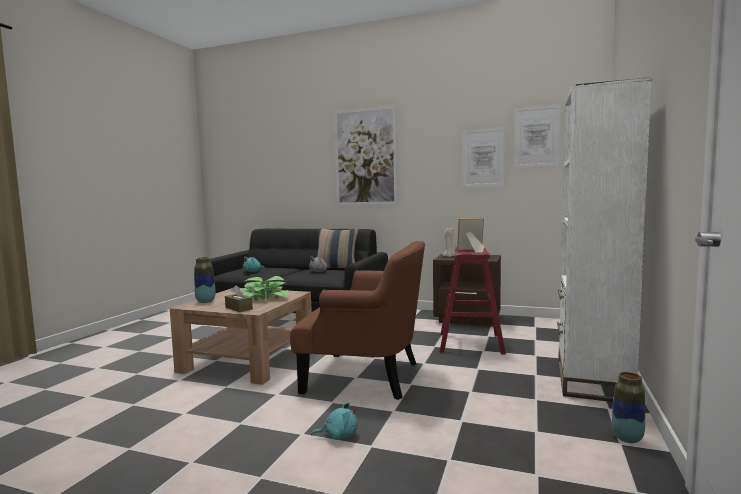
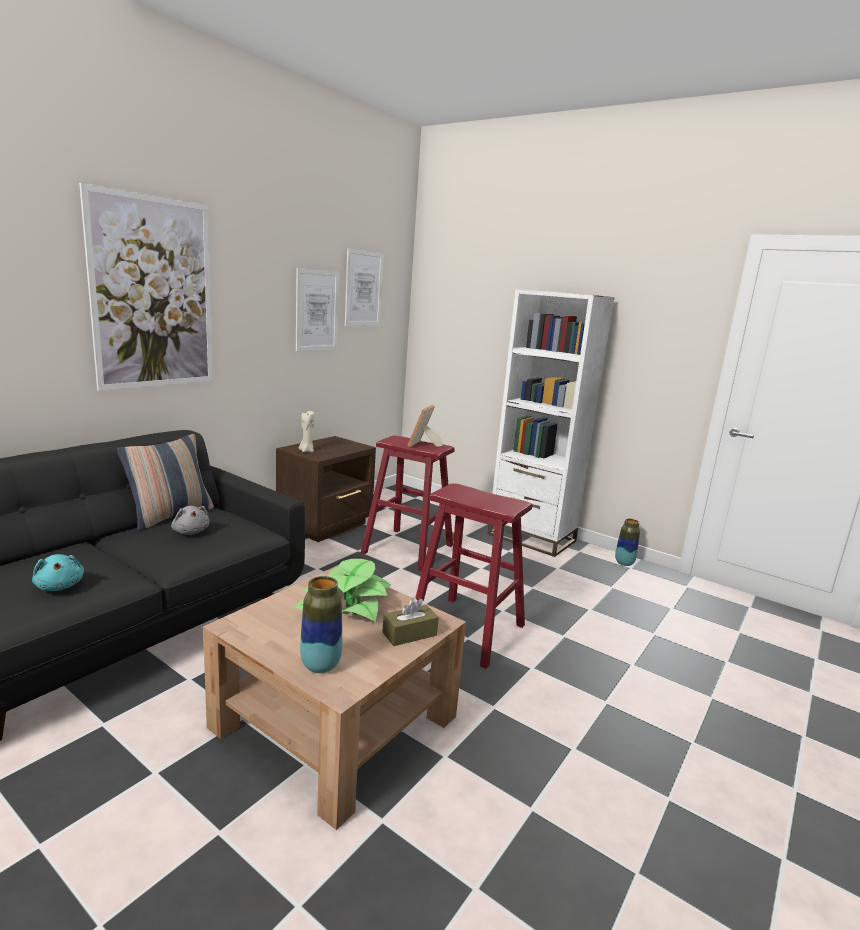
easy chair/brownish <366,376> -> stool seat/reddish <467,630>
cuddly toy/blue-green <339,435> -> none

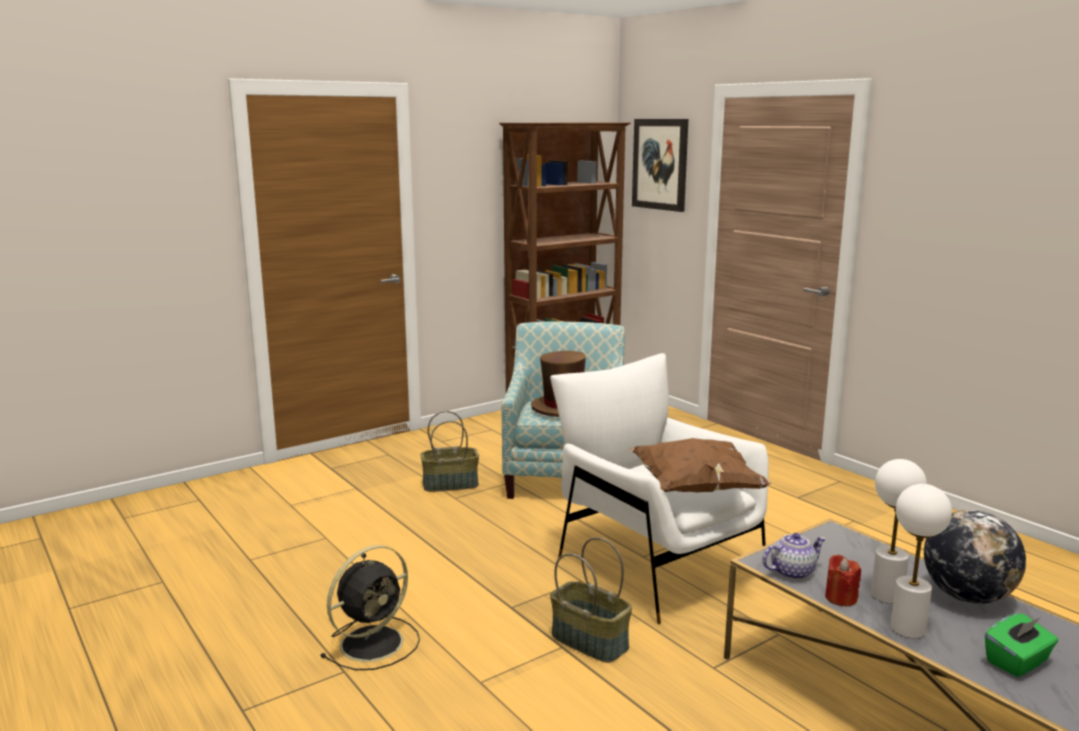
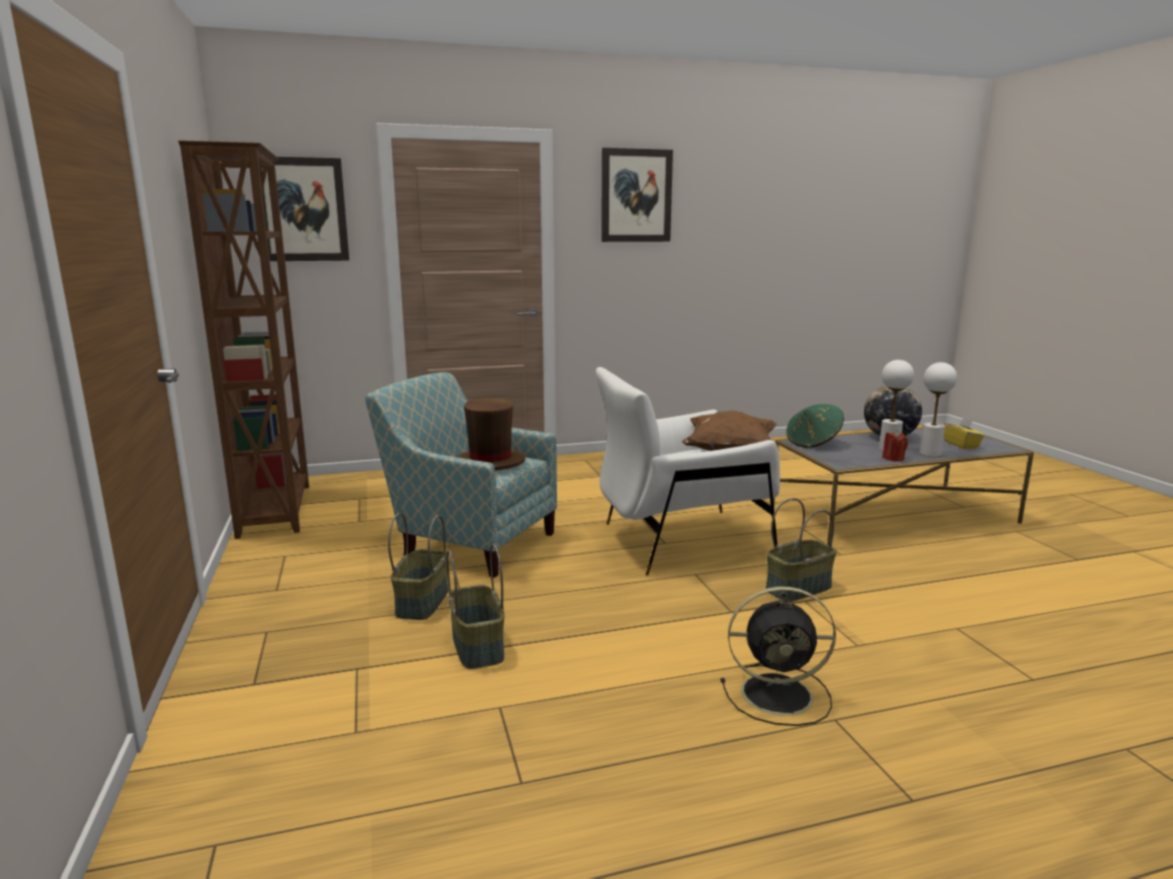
pot for tea <792,572> -> none
fan/black <374,642> -> fan/black <780,694>, 120 degrees clockwise
box of tissues/green-coloured <1017,662> -> box of tissues/yellow-coloured <961,444>
none -> picture <636,196>
none -> clothing hat/green-coloured <813,442>
none -> basket <479,647>

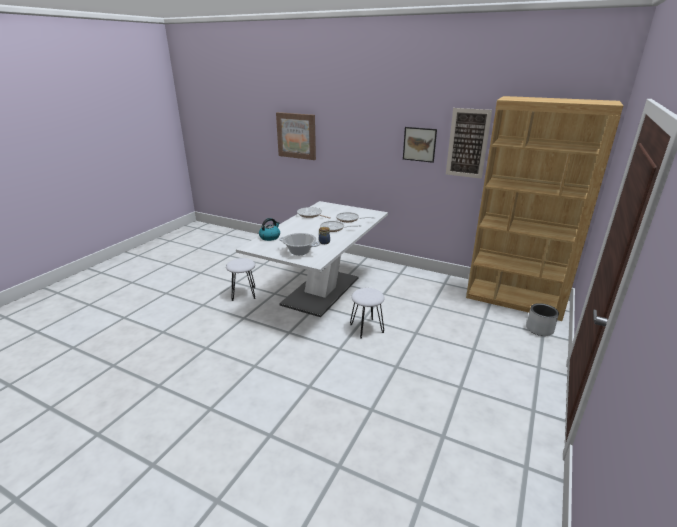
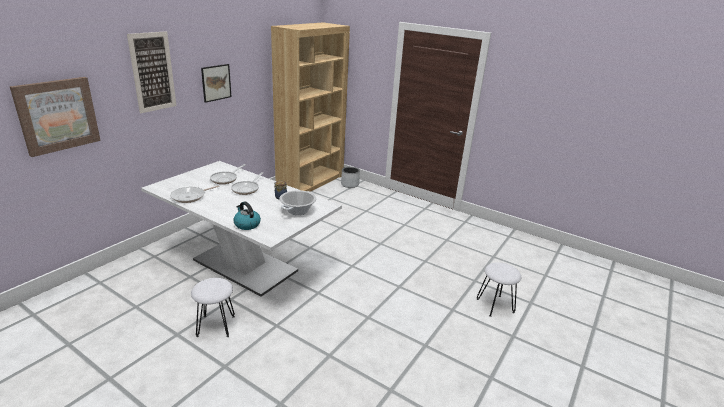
picture <467,143> -> picture <153,72>, move
stool seat/white-coloured <366,328> -> stool seat/white-coloured <495,305>, move

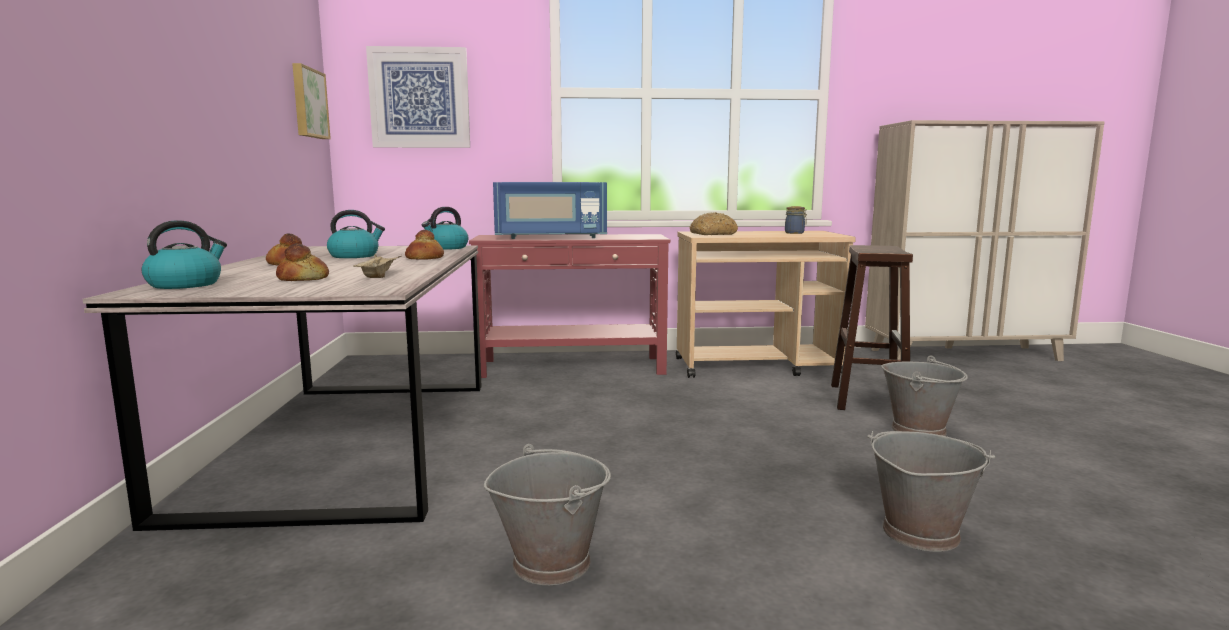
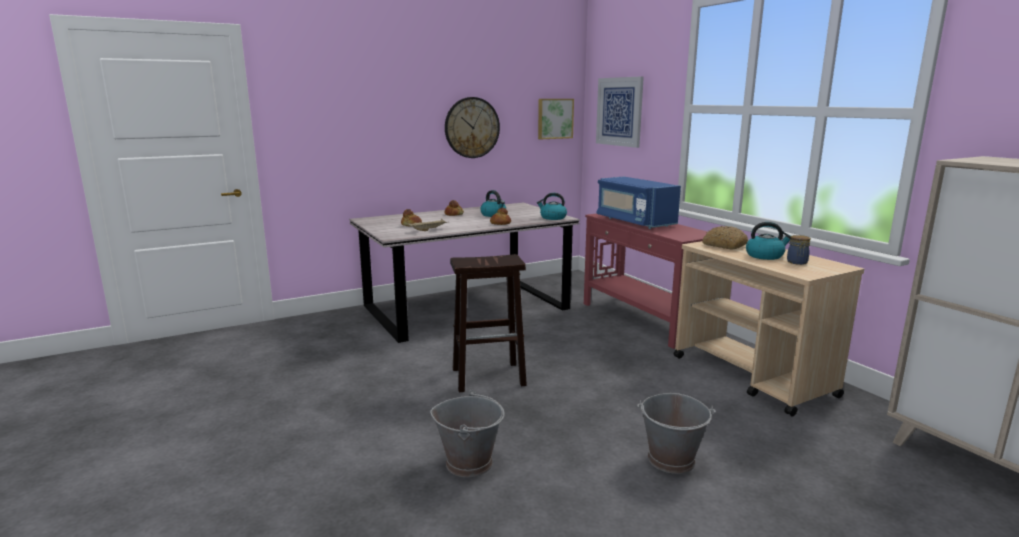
water kettle <186,284> -> water kettle <765,256>, move
stool seat/brownish <867,398> -> stool seat/brownish <489,377>, move
water bucket/greyish <552,562> -> none
none -> clock on the wall <472,127>

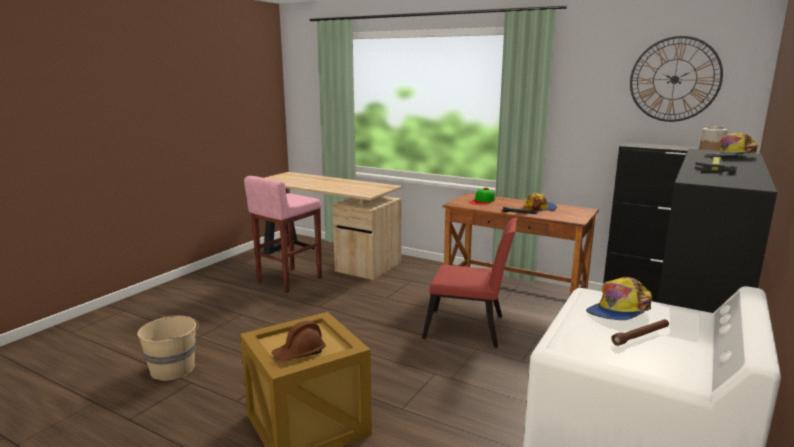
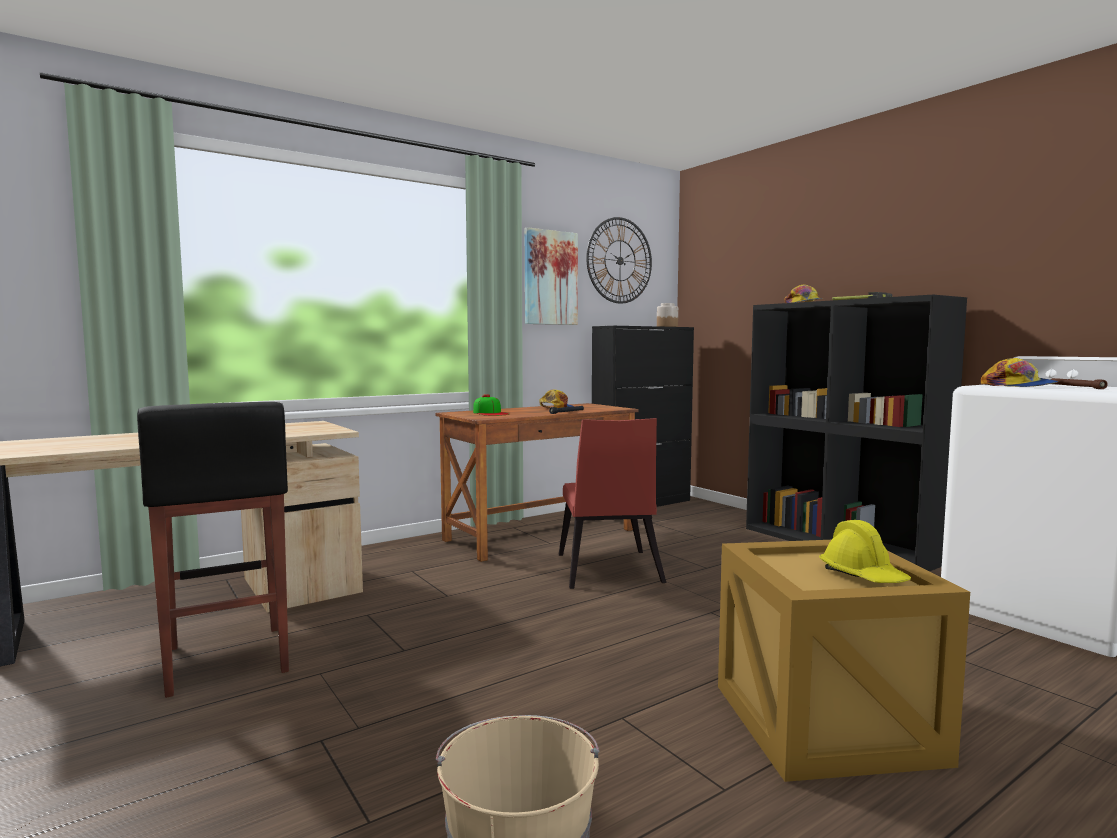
stool seat/pink <288,280> -> stool seat/black <225,660>
chair/reddish <469,329> -> chair/reddish <608,572>, 135 degrees clockwise
hard hat/brownish <299,353> -> hard hat/yellow-coloured <863,576>
none -> picture <550,278>

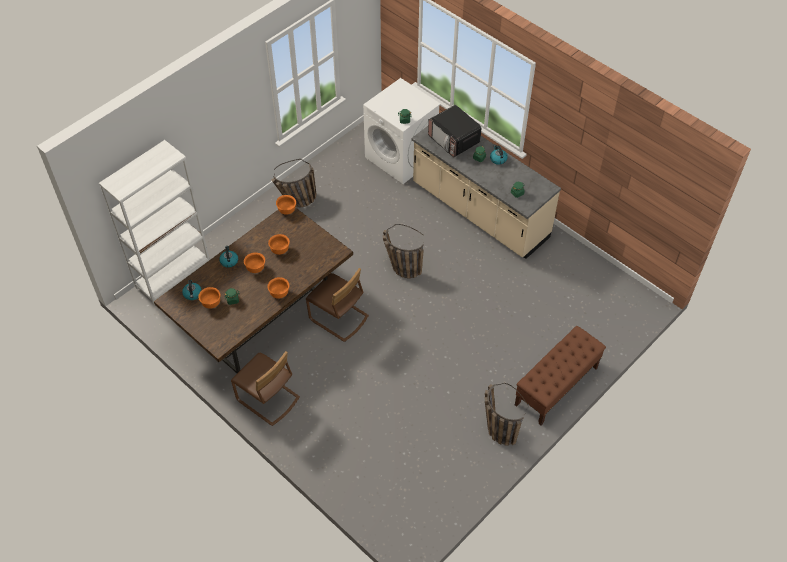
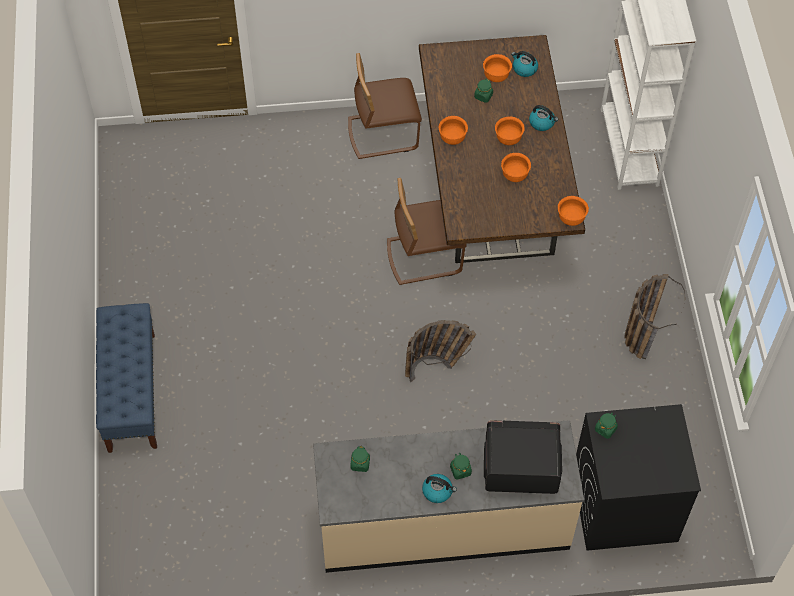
laundry machine/white-coloured <401,158> -> laundry machine/black <623,506>
indoor bench/brownish <556,386> -> indoor bench/blue <131,391>
basket <497,427> -> none

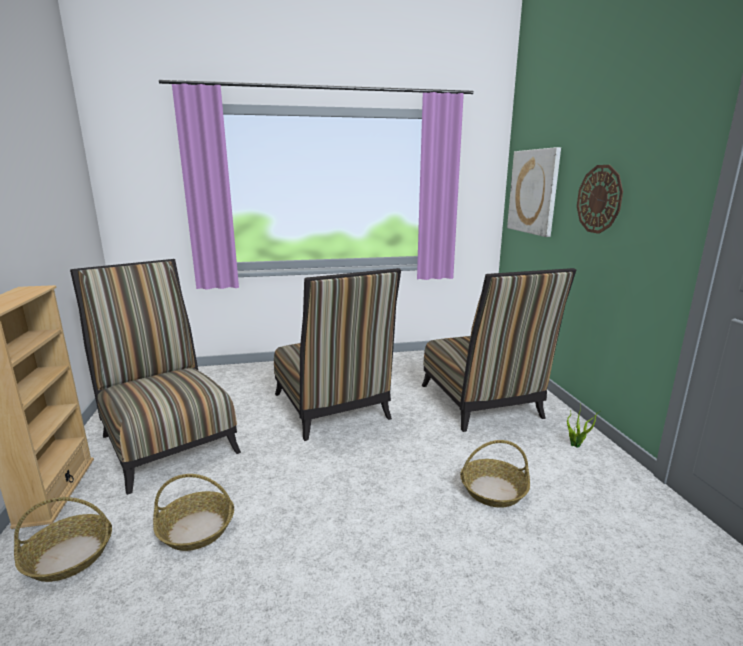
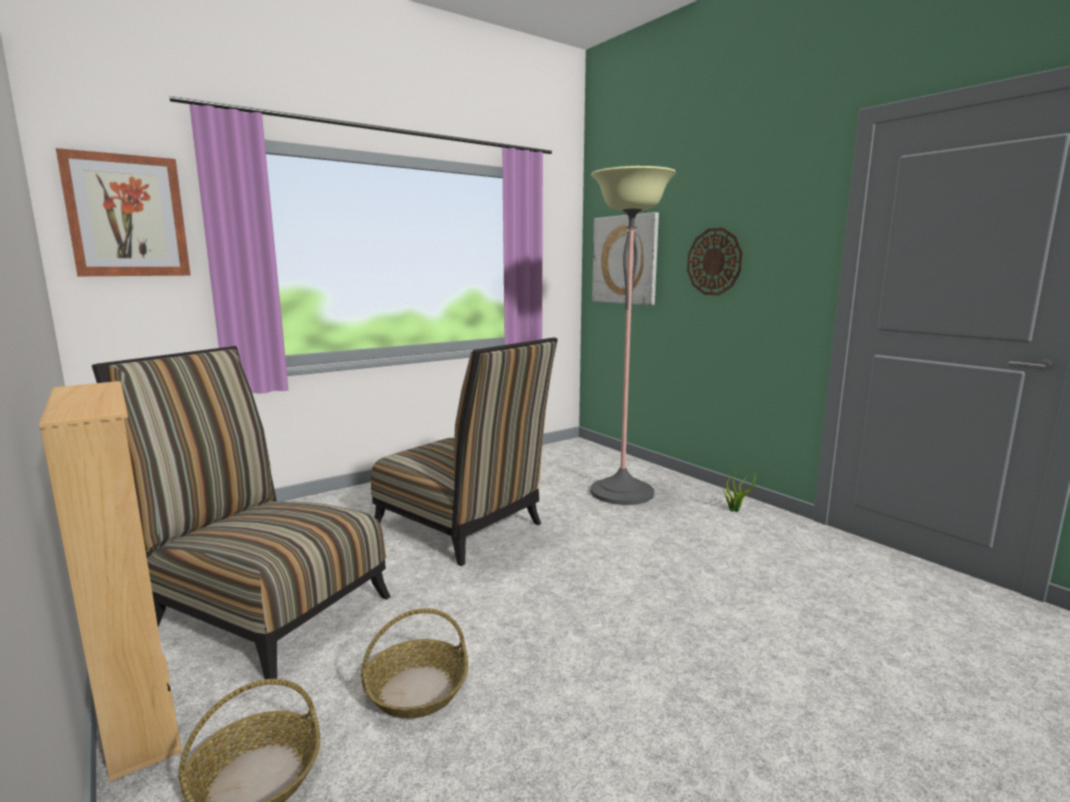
chair <483,405> -> standing lamp <622,492>
basket <493,490> -> none
none -> picture <127,216>

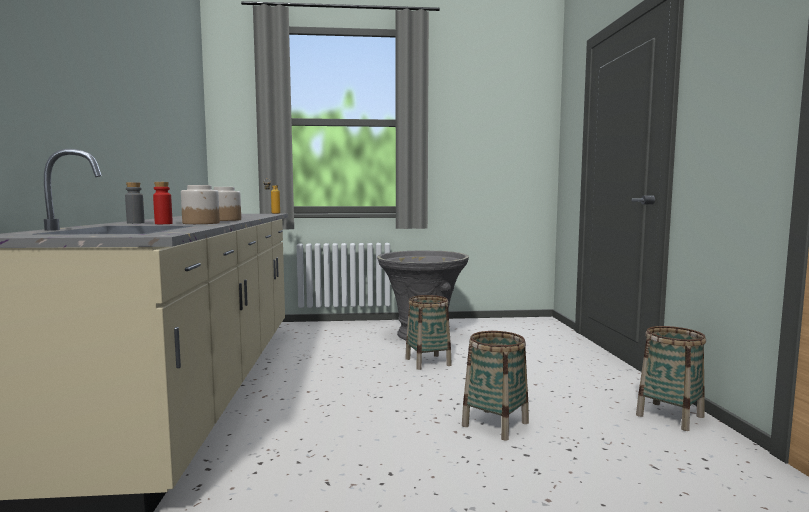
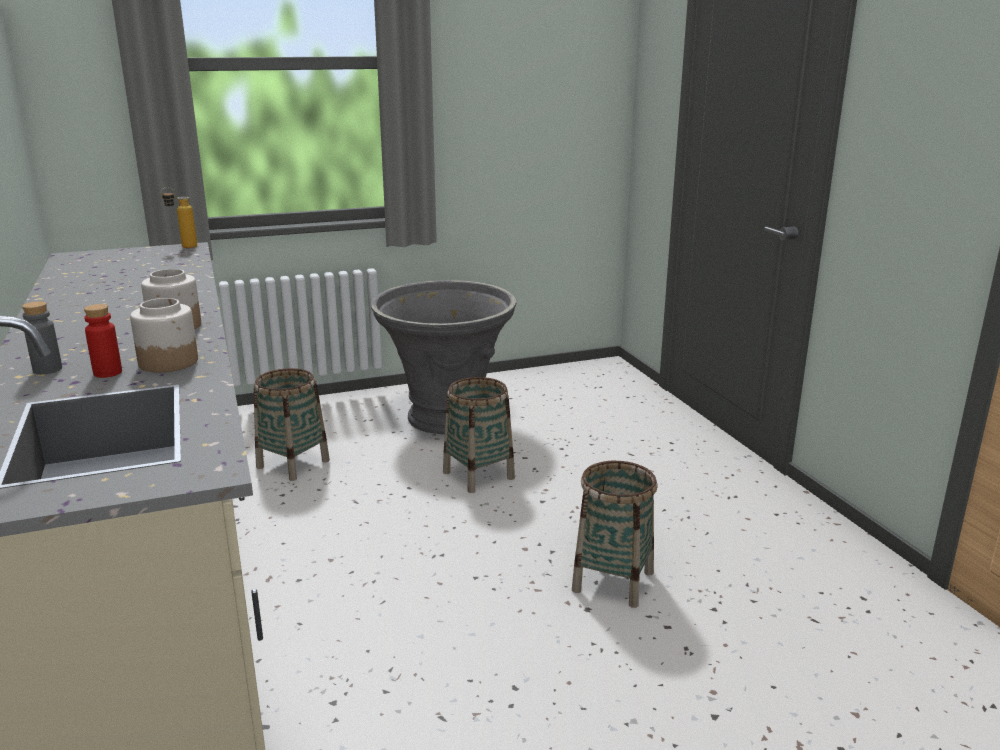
basket <669,416> -> basket <293,464>, move

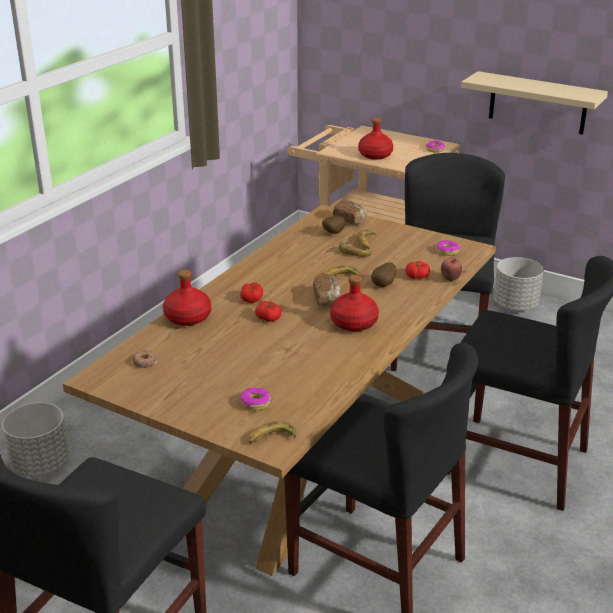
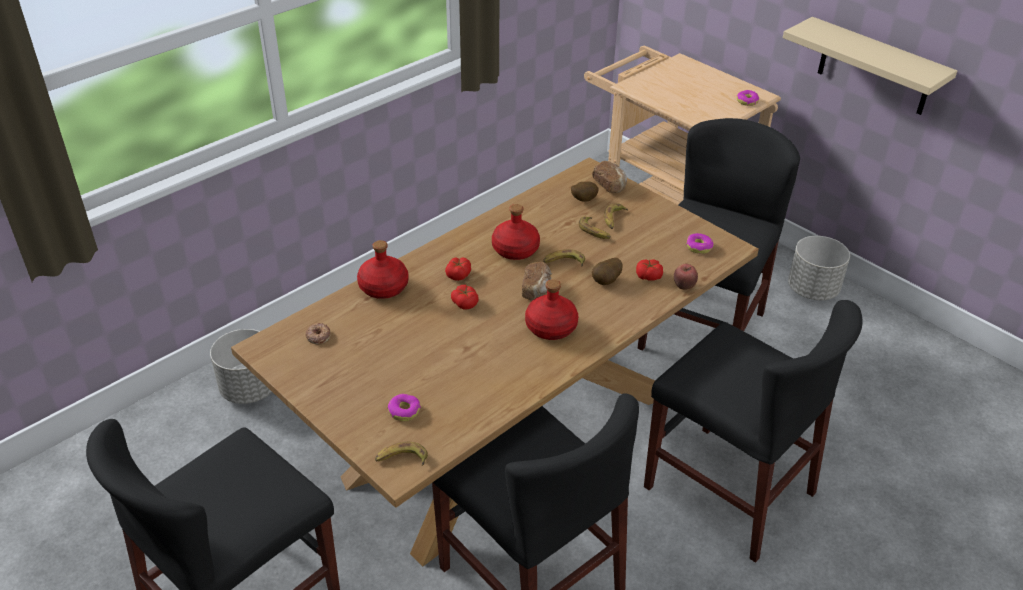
beverage bottle/reddish <375,155> -> beverage bottle/reddish <515,250>, move

